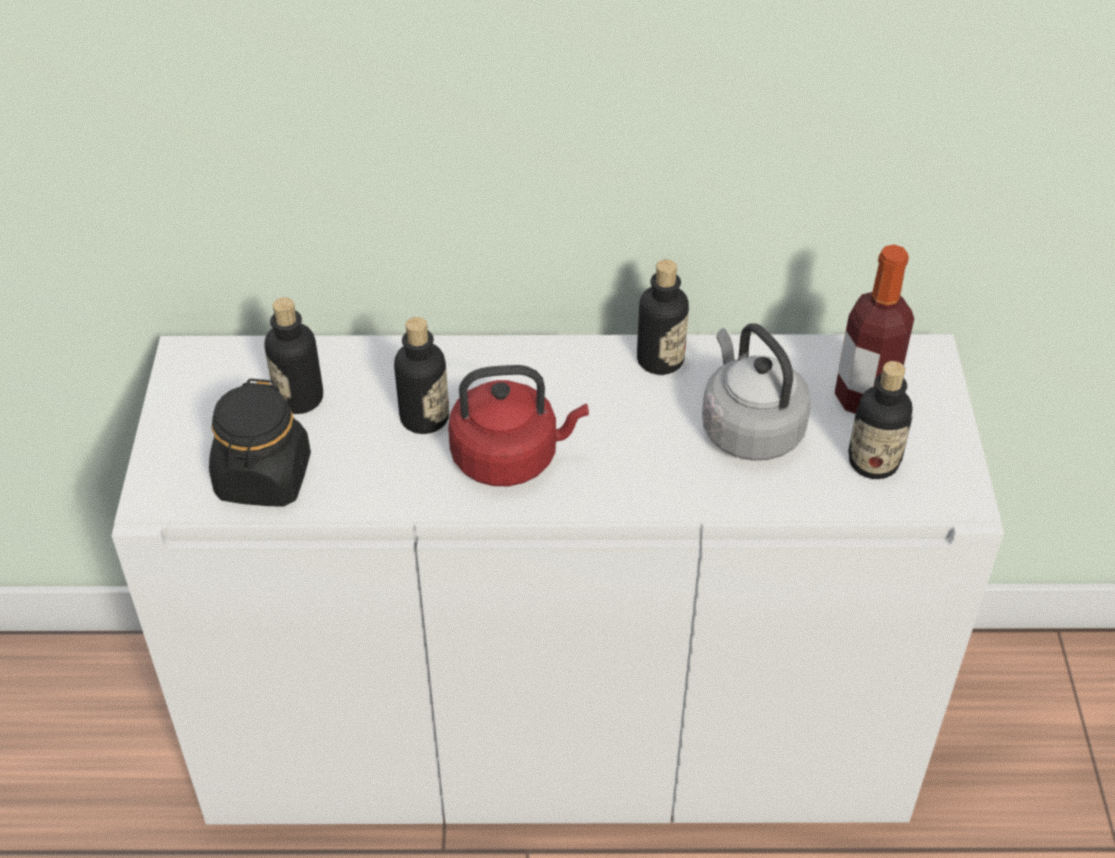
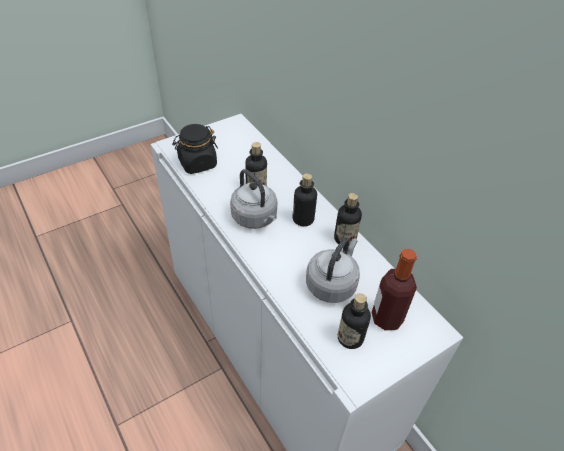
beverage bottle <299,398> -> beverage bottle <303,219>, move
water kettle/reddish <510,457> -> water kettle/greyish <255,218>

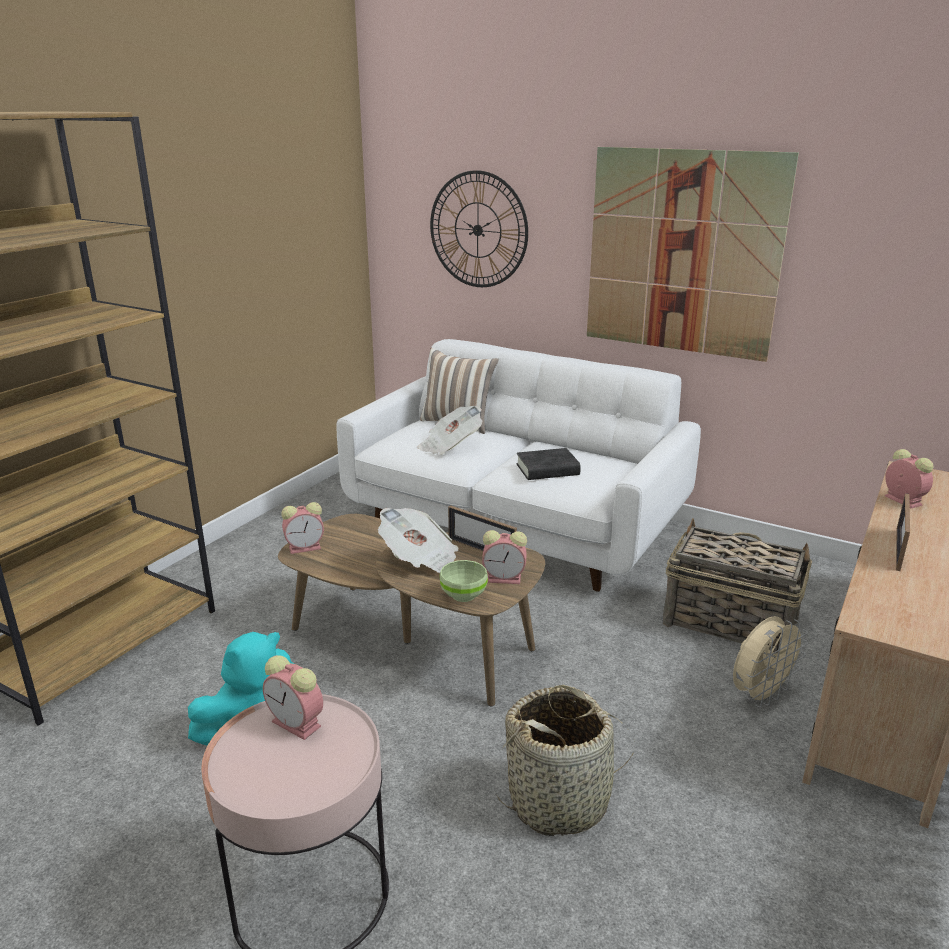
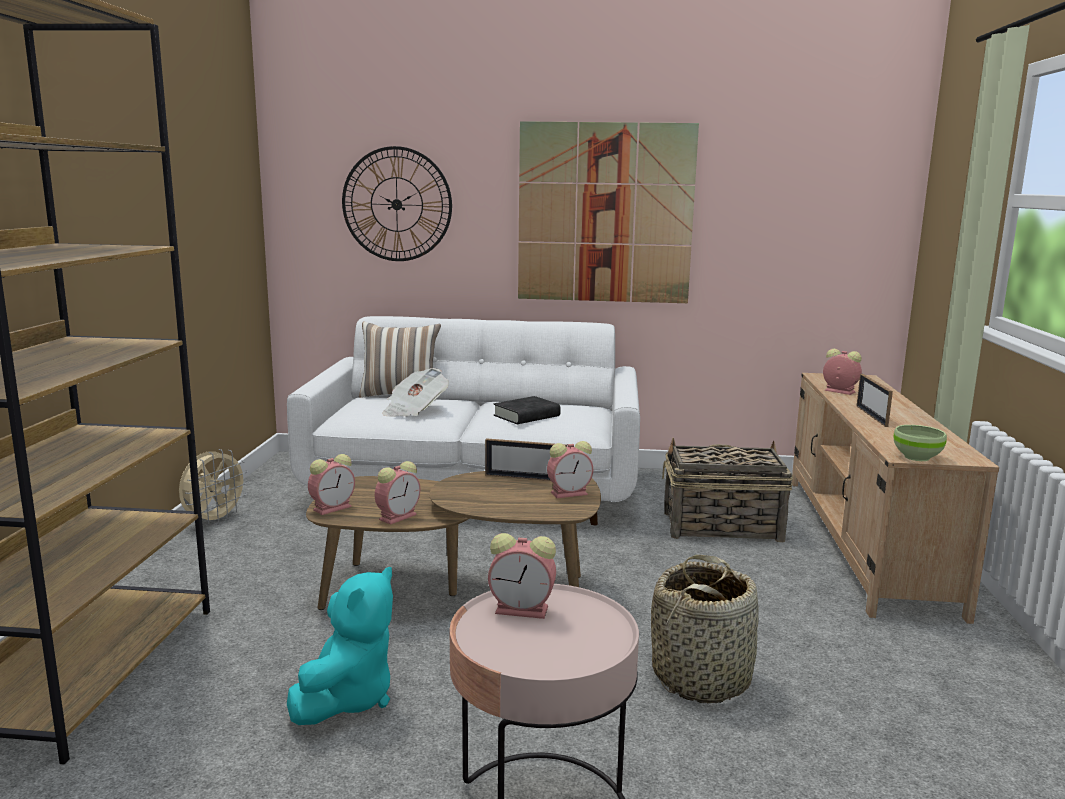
daily paper <420,560> -> none
deep dish/green-coloured <463,595> -> deep dish/green-coloured <916,457>, move
fan/beige <760,695> -> fan/beige <215,520>, move
none -> table clock <399,516>

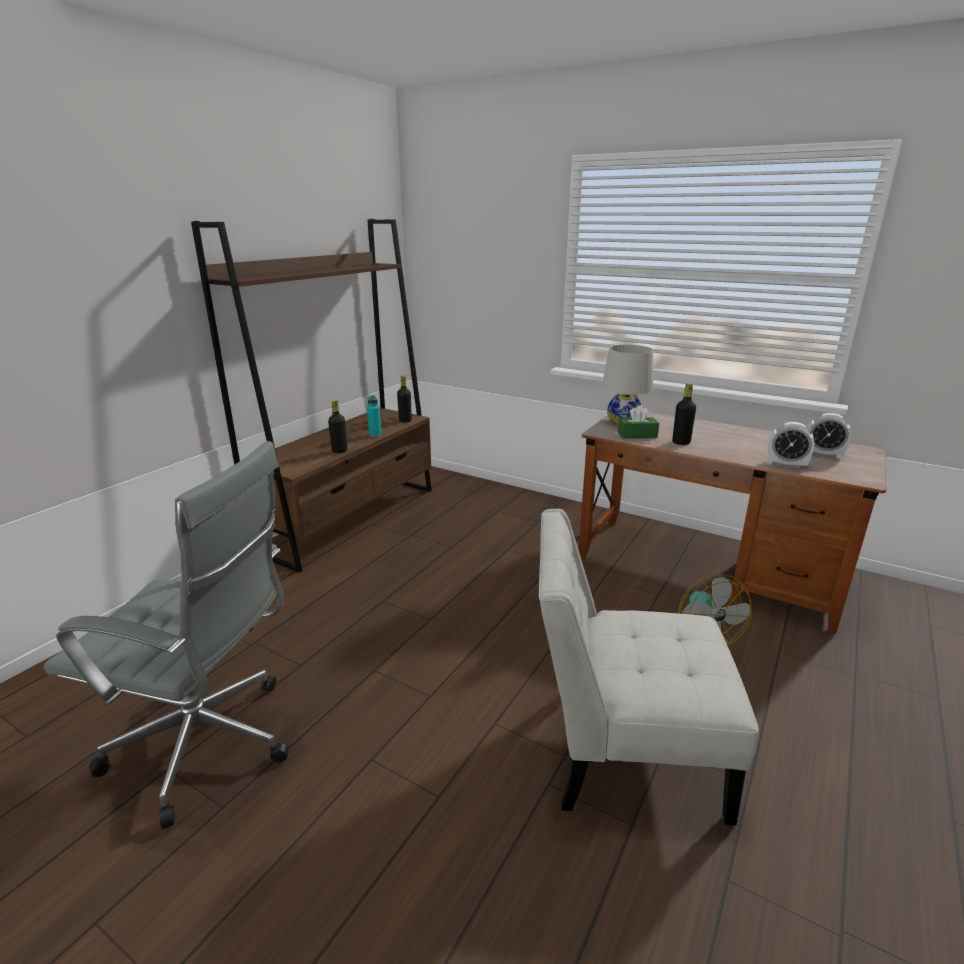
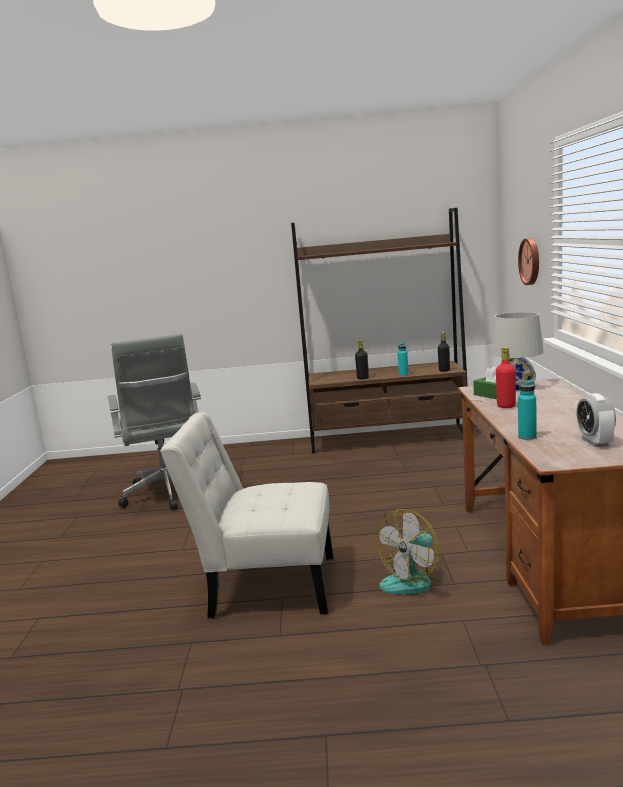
beverage bottle/black <681,442> -> beverage bottle/reddish <506,406>
table clock <786,465> -> beverage bottle/blue-green <527,437>
chair/white-coloured <623,750> -> chair/white-coloured <265,585>, 60 degrees counterclockwise
none -> clock on the wall <531,261>

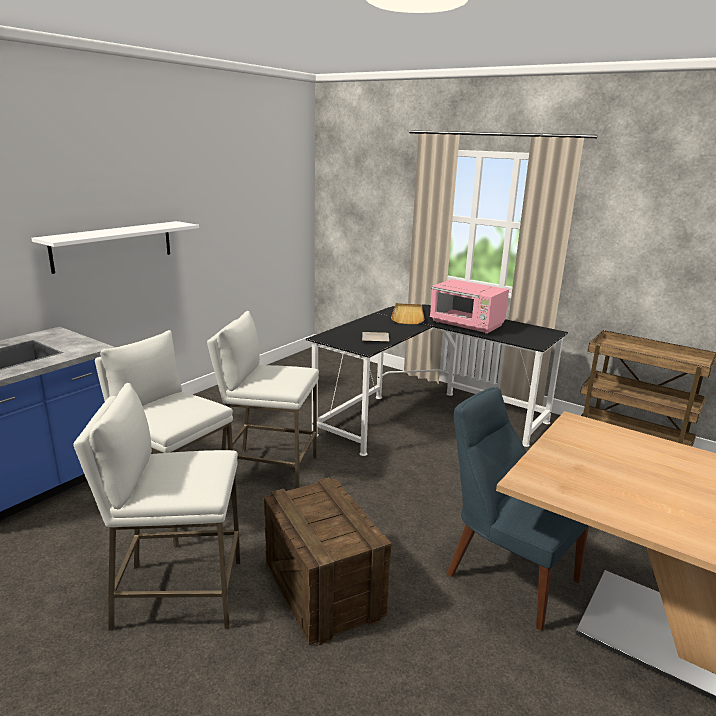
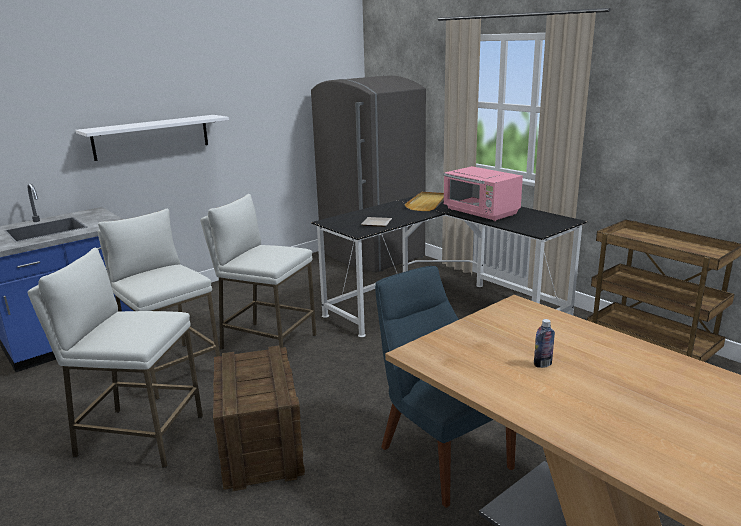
none -> kitchen fridge/greyish <371,255>
none -> beverage bottle <542,364>

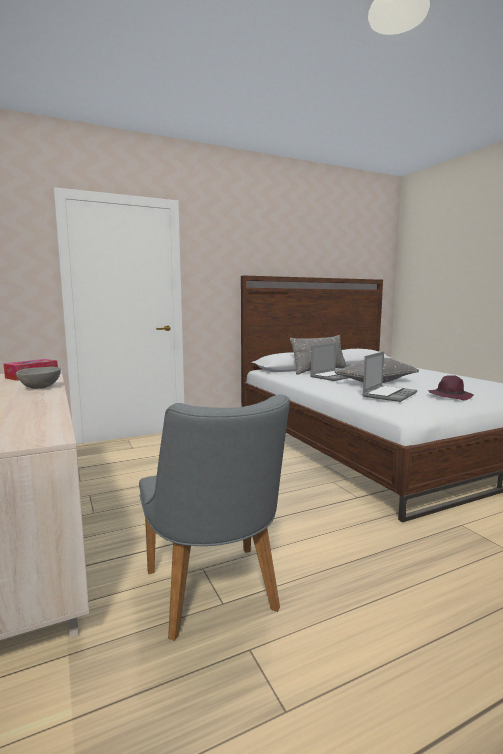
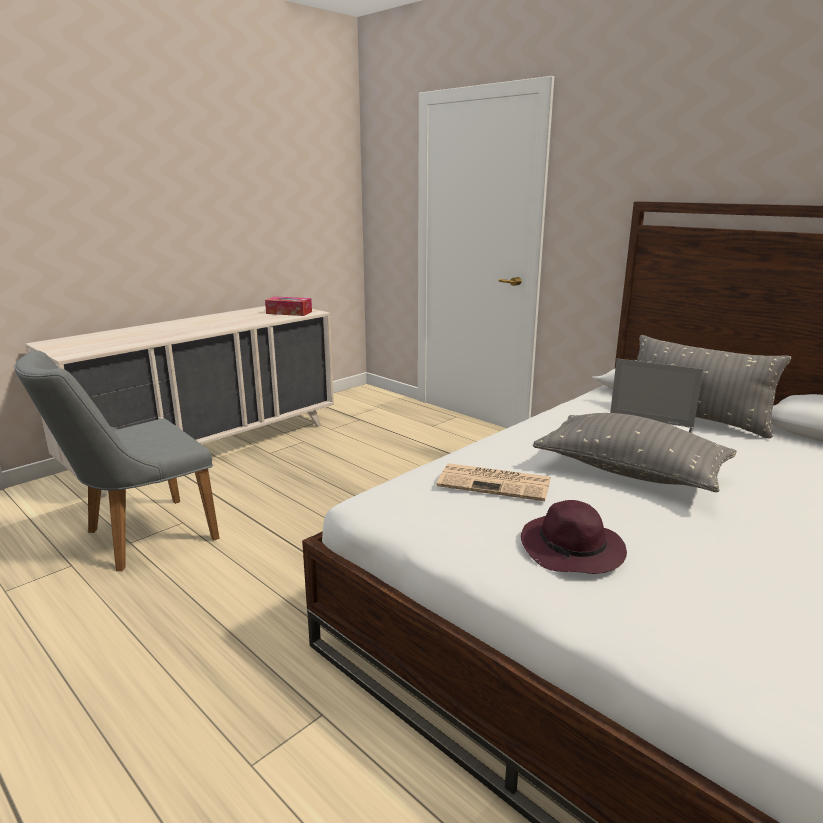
laptop <389,394> -> daily paper <496,483>
deep dish/greyish <40,388> -> none

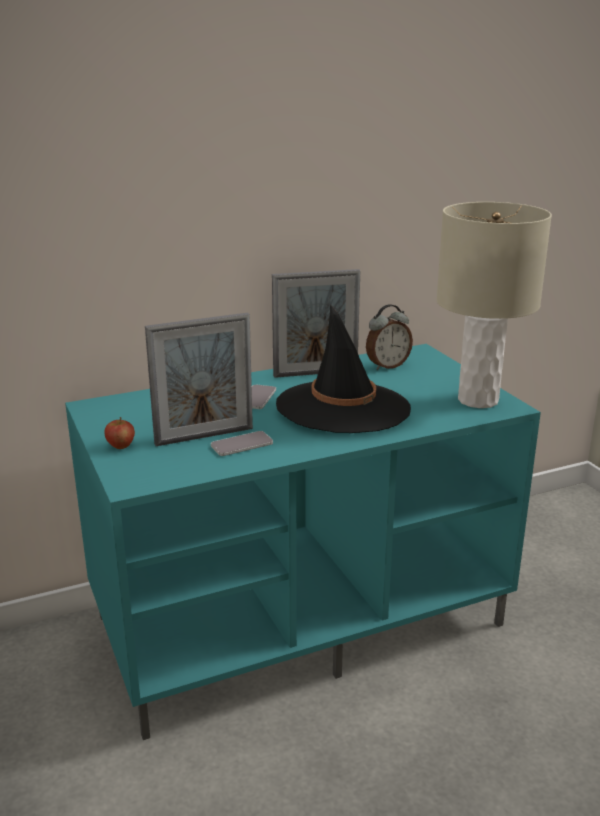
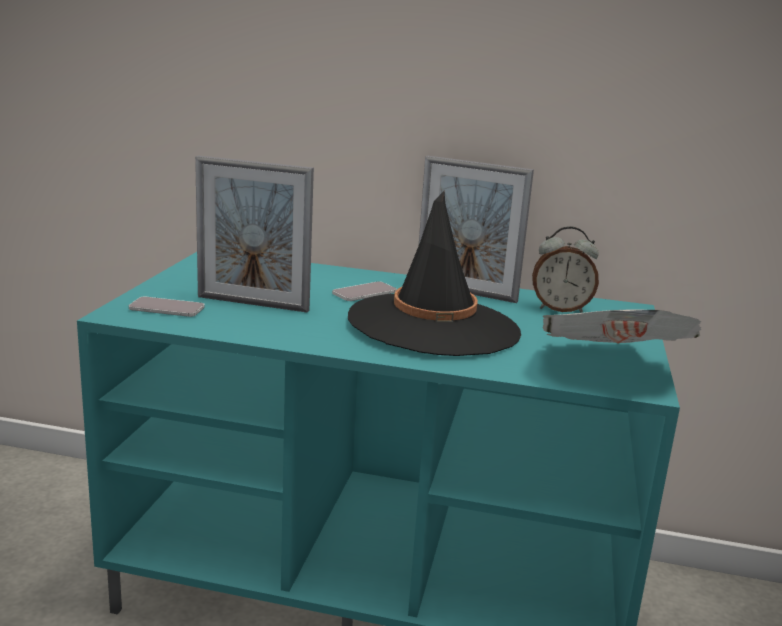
table lamp/beige <477,400> -> daily paper <611,369>
apple <120,446> -> none
phone <242,445> -> phone <167,308>, move

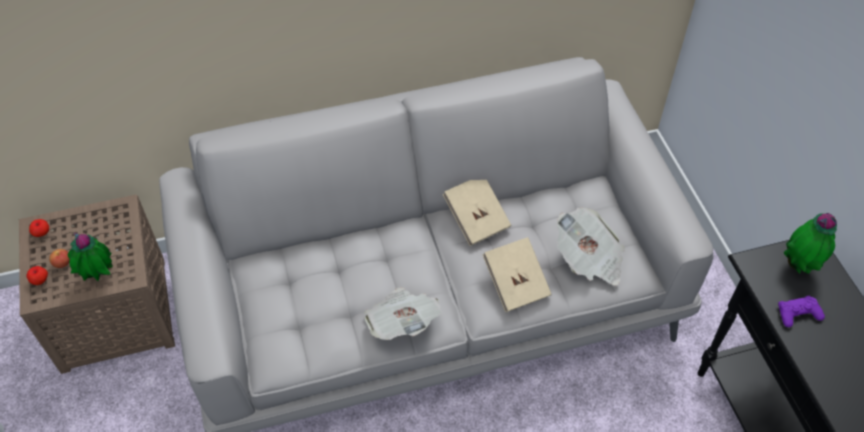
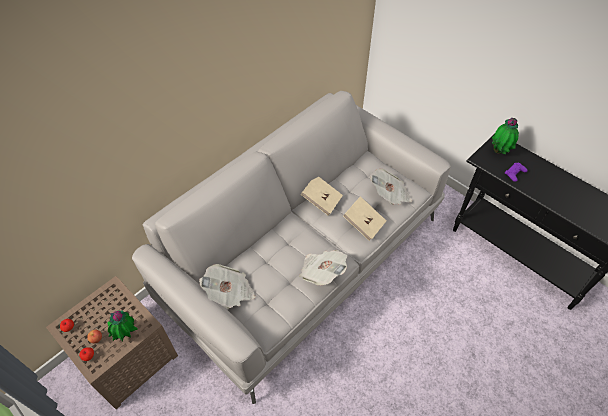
none -> daily paper <230,293>

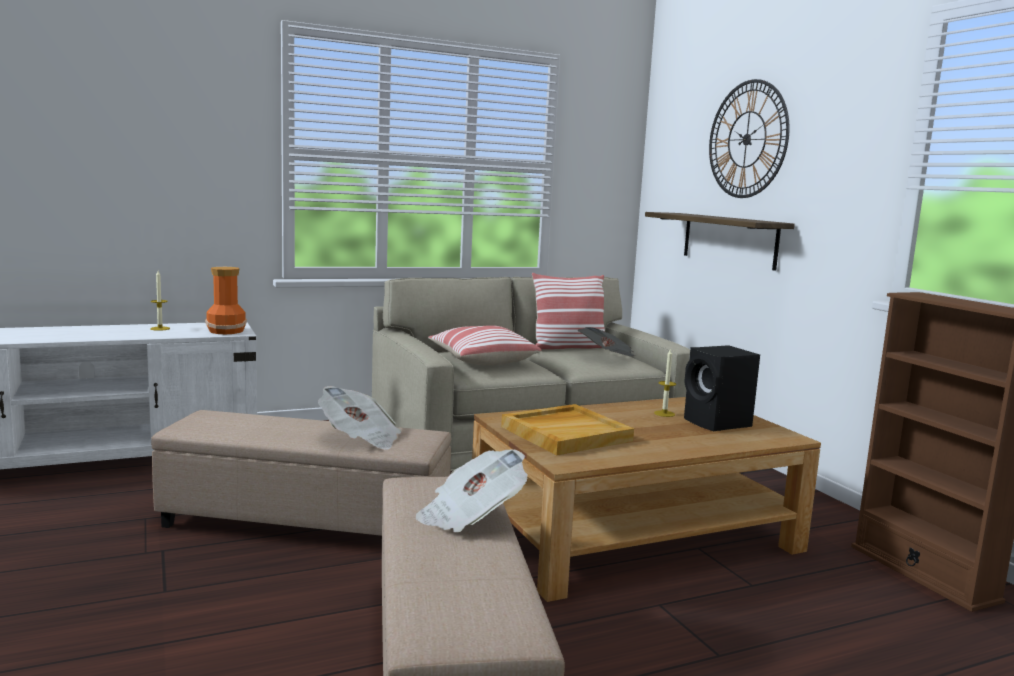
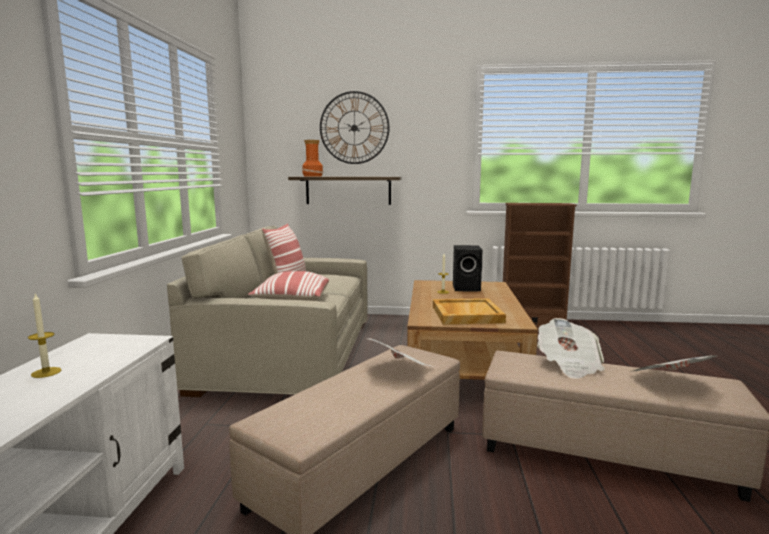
decorative vase <226,331> -> decorative vase <312,176>, move
daily paper <607,358> -> daily paper <668,382>, move

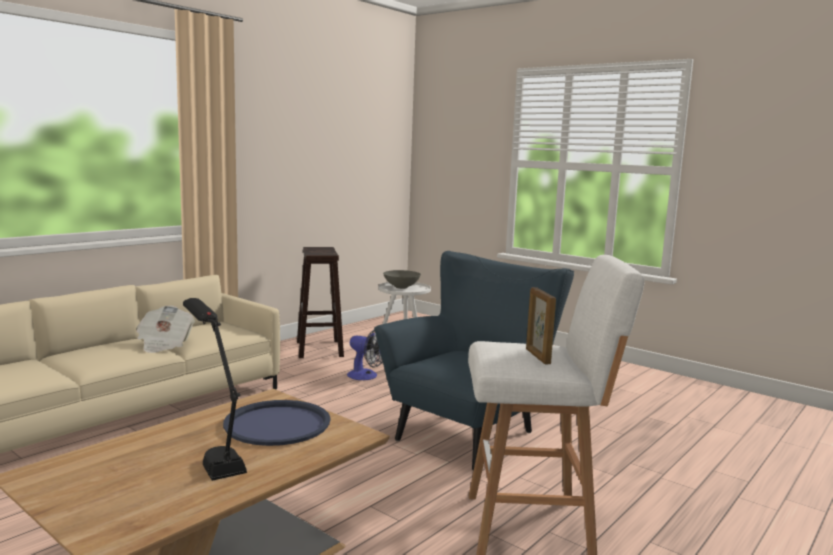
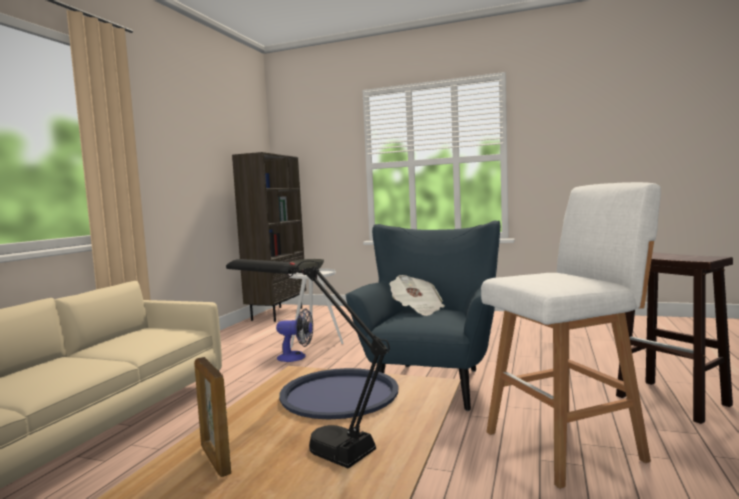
stool seat/brownish <319,349> -> stool seat/brownish <674,401>, move
standing frame <537,356> -> standing frame <215,460>, move
daily paper <164,344> -> daily paper <417,309>, move
none -> bookcase/brownish <277,314>

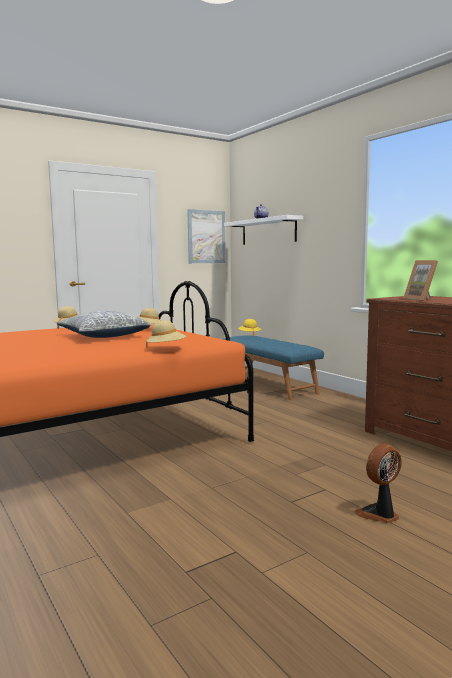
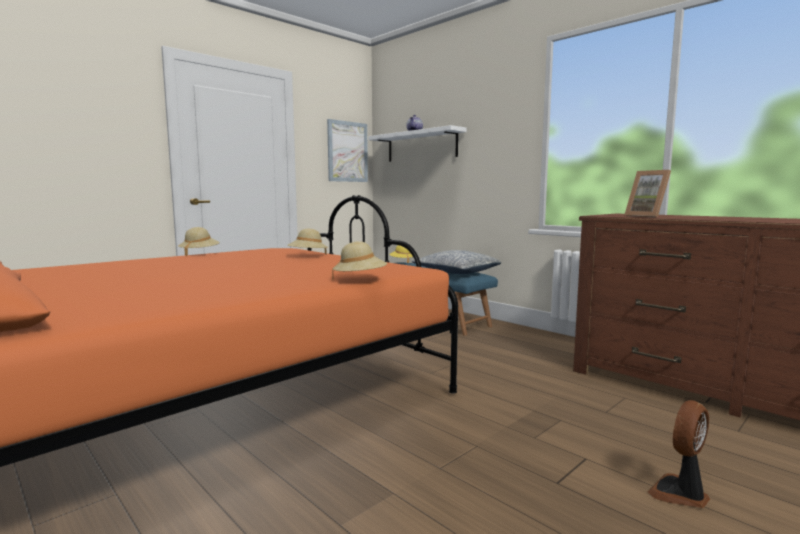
throw pillow <103,337> -> throw pillow <455,273>, move

